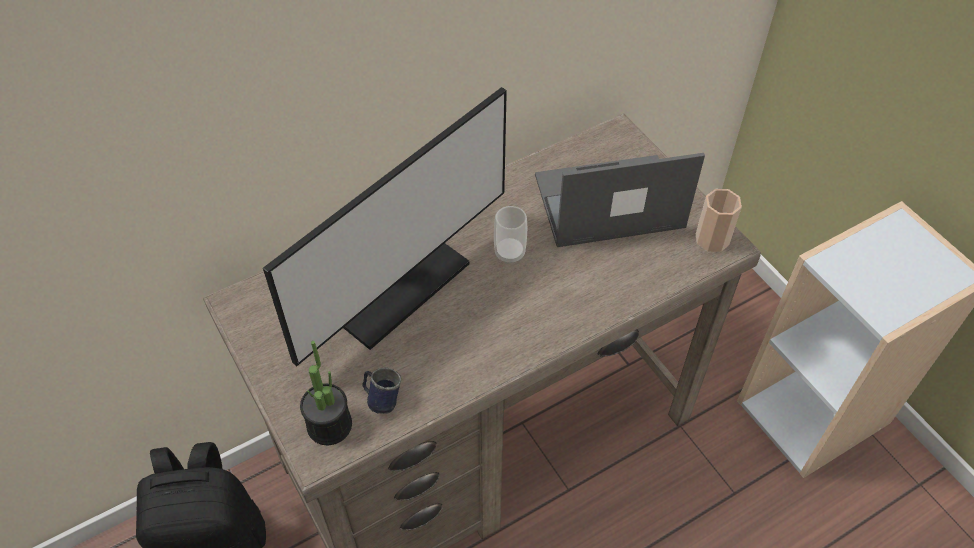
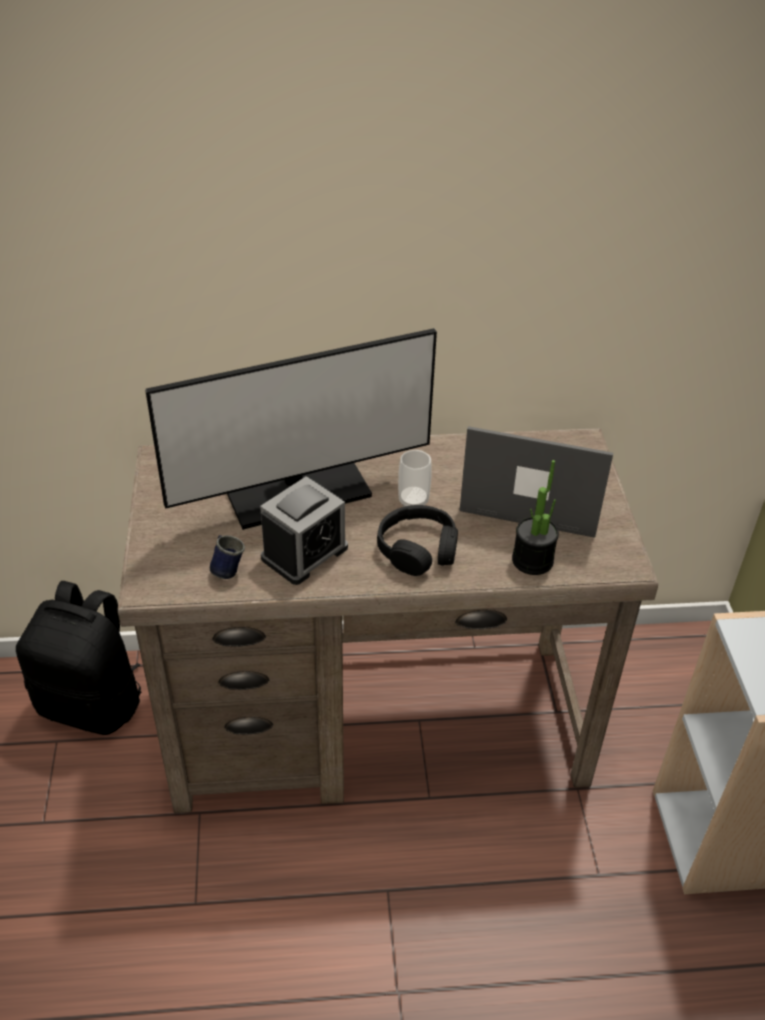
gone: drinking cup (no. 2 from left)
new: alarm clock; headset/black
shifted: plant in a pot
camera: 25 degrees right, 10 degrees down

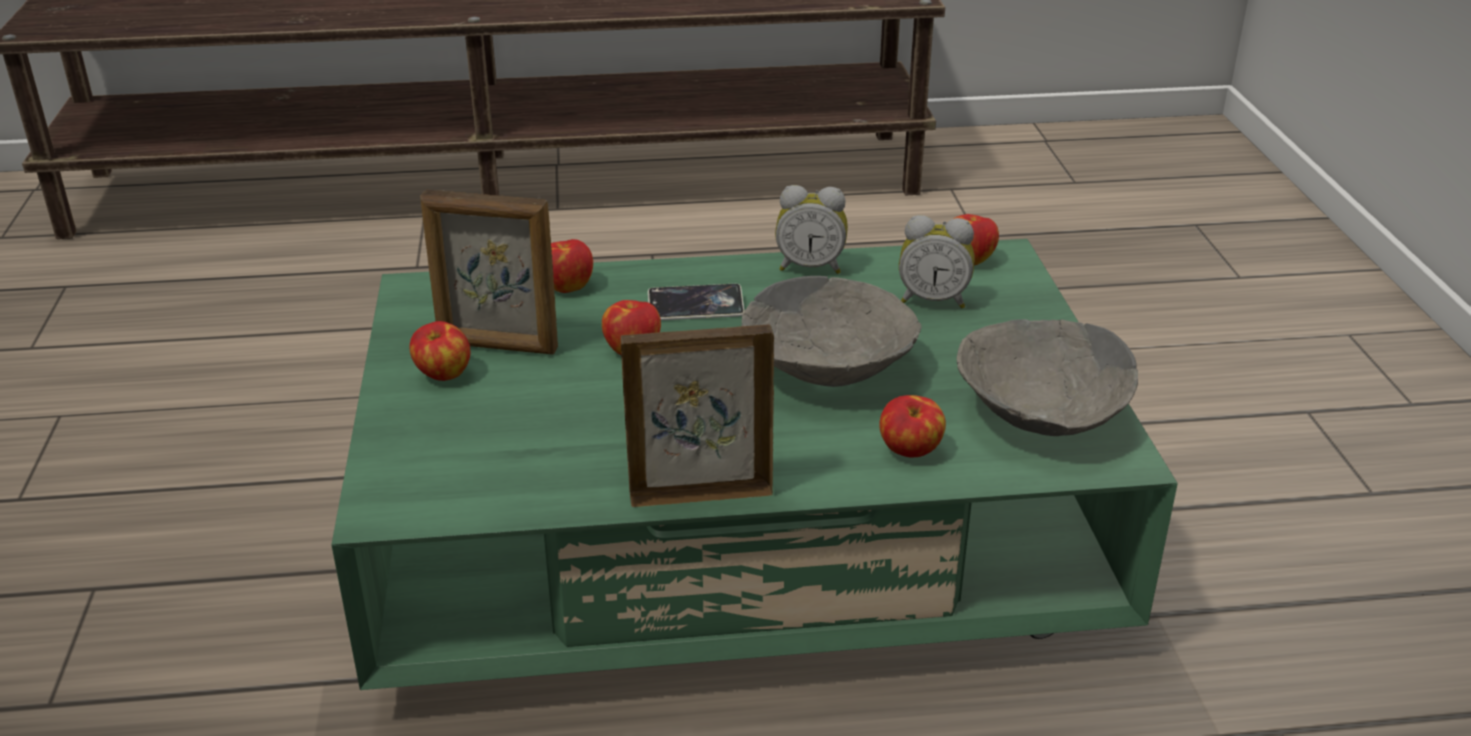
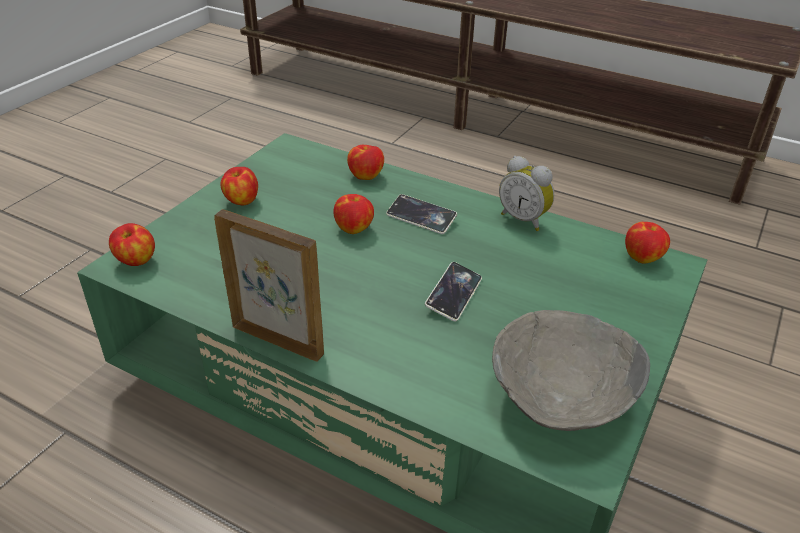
gone: photo frame (no. 1 from left); alarm clock (no. 2 from left)
shifted: whole apple (no. 4 from left in the first image) to whole apple (no. 1 from left)
swapped: bowl/grey (no. 1 from left) to telephone (no. 2 from left)
camera: 35 degrees right, 5 degrees up

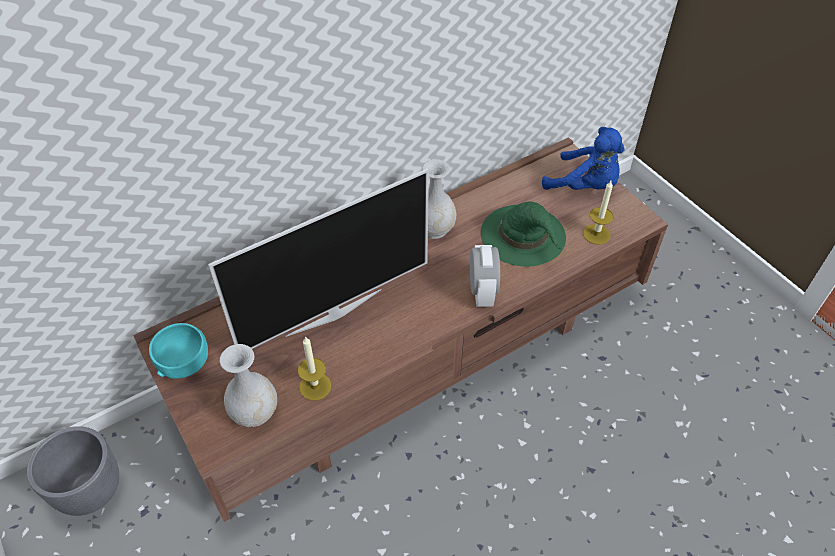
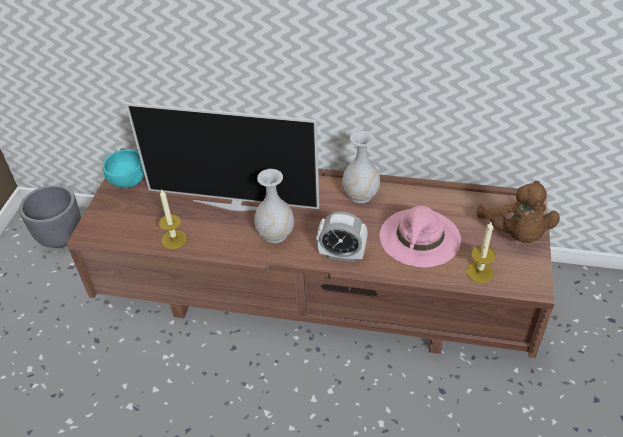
shifted: flower vase/white-coloured (no. 1 from left)
repainted: wearable hat/green to wearable hat/pinkish; cuddly toy/blue-coloured to cuddly toy/brown-coloured
rotated: alarm clock 60 degrees clockwise
camera: 45 degrees right, 5 degrees down

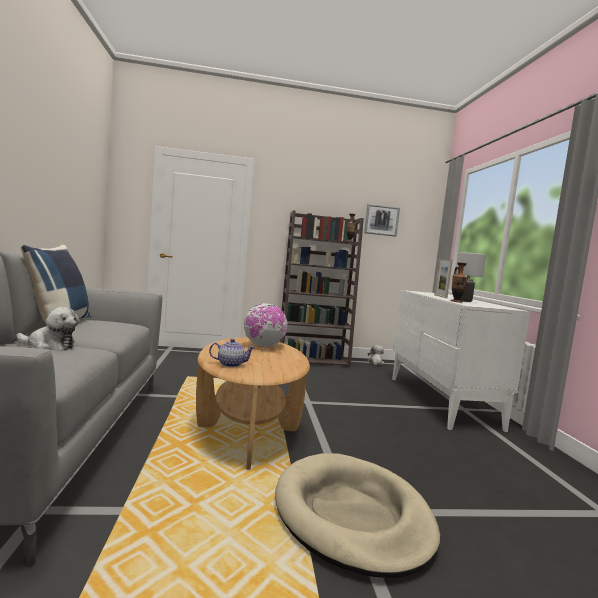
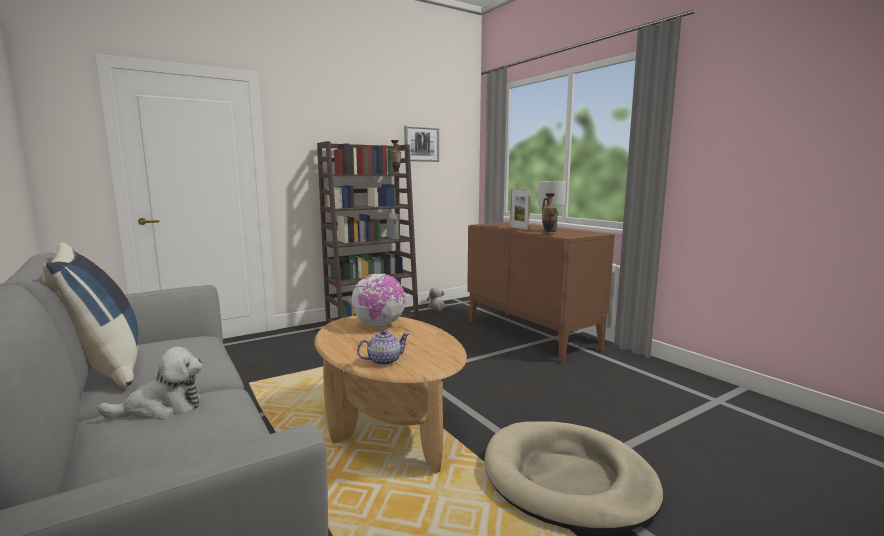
repainted: cupboard/white-coloured to cupboard/brown-coloured
camera: 25 degrees left, 5 degrees up

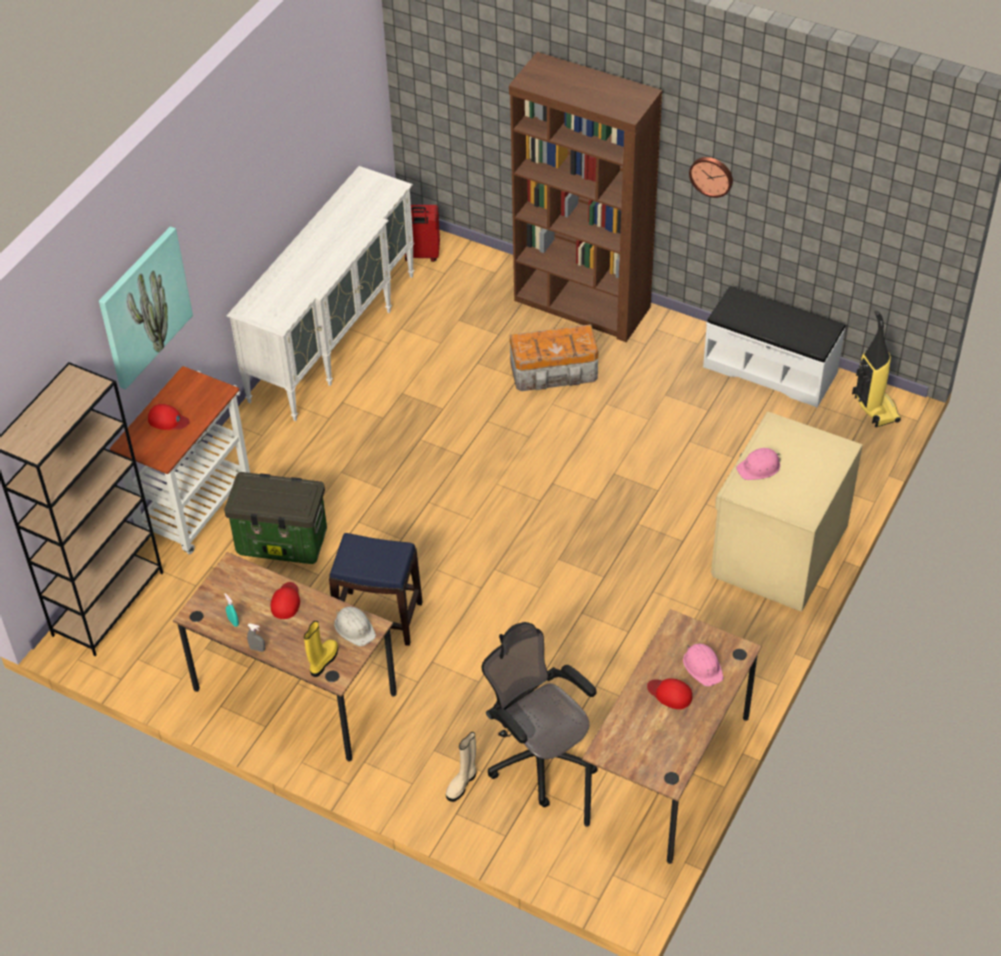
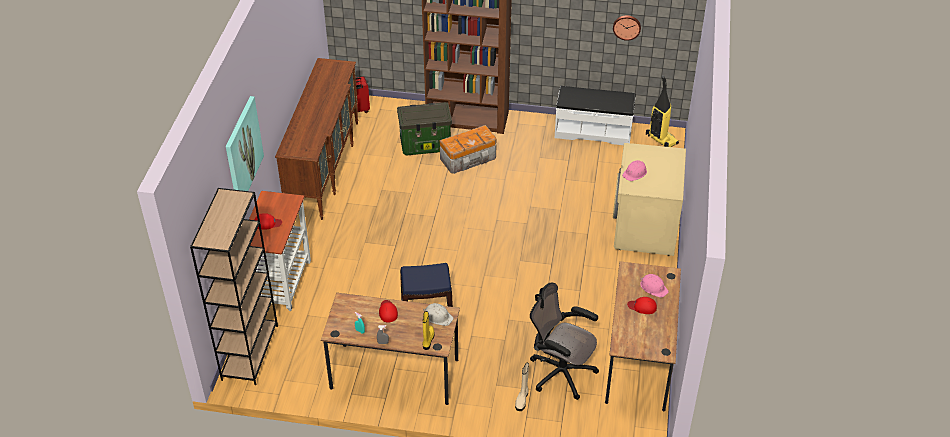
shifted: storage box (no. 1 from left); hanging clock
repainted: cupboard/white-coloured to cupboard/brown-coloured
camera: 20 degrees left, 5 degrees down

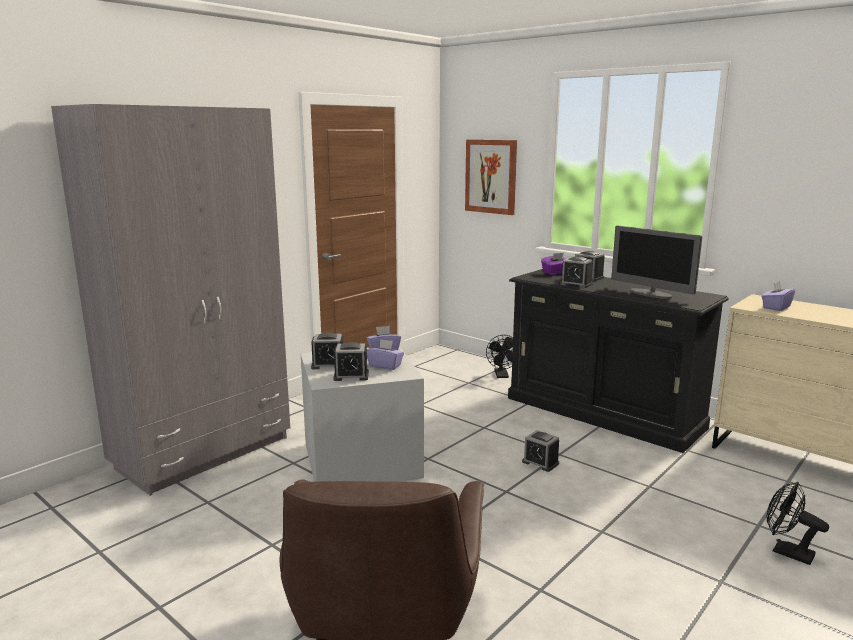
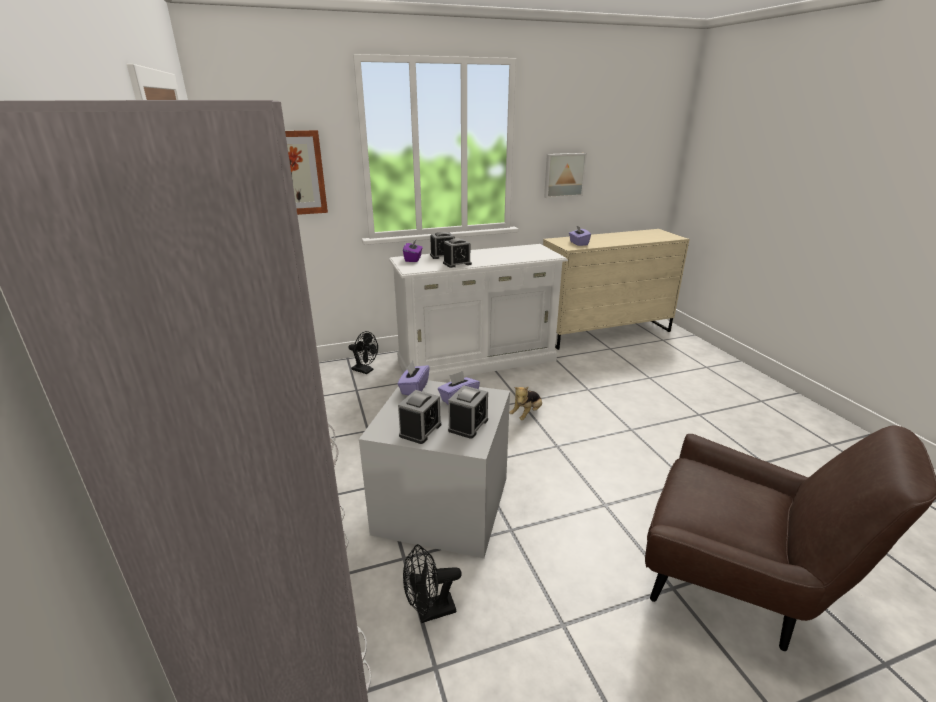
gone: computer display
new: picture (no. 2 from left)
shifted: fan/black (no. 2 from left)
swapped: alarm clock (no. 3 from left) to cuddly toy
repainted: cupboard/black to cupboard/white-coloured
camera: 60 degrees left, 10 degrees up

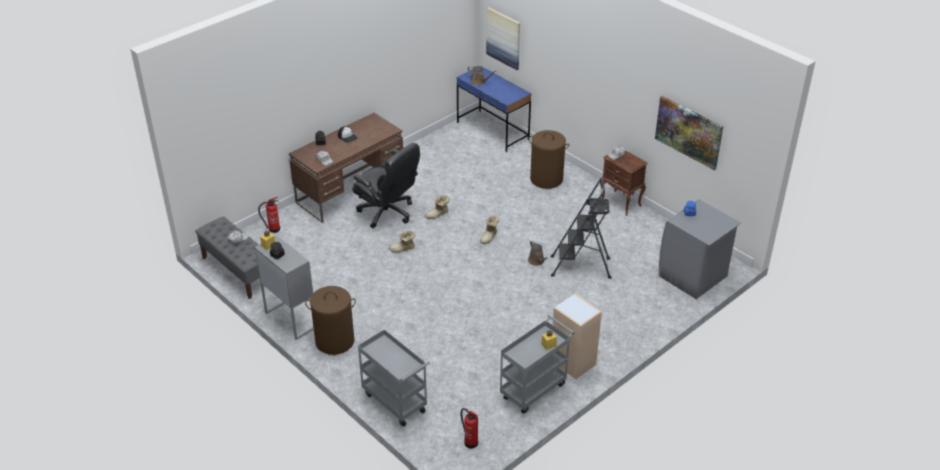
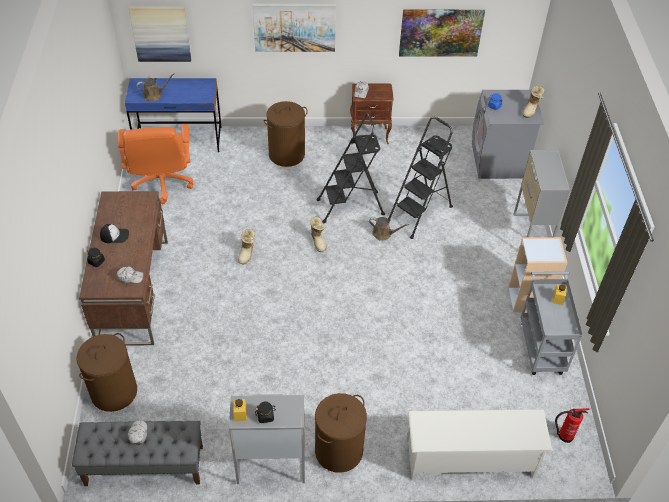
gone: office chair/black
new: office chair/orange-coloured; picture (no. 2 from left); step ladder (no. 1 from left); cupboard/grey (no. 2 from left)
shifted: boot (no. 1 from left in the first image) to boot (no. 3 from left)
swapped: extinguisher (no. 1 from left) to laundry basket/brown-coloured (no. 1 from left); trolley/grey (no. 1 from left) to shoe stand/white-coloured
camera: 50 degrees left, 10 degrees up

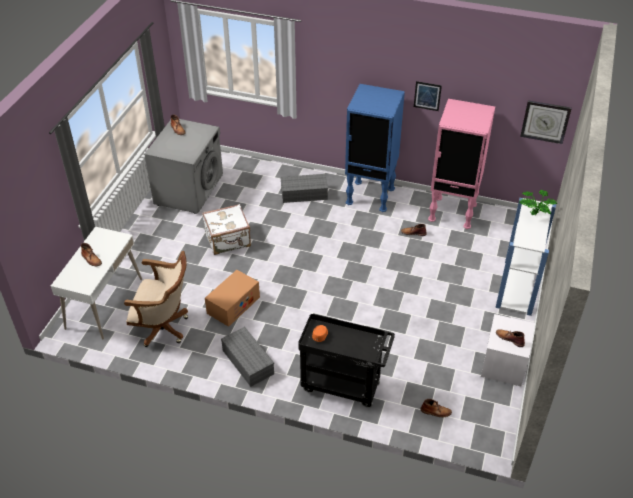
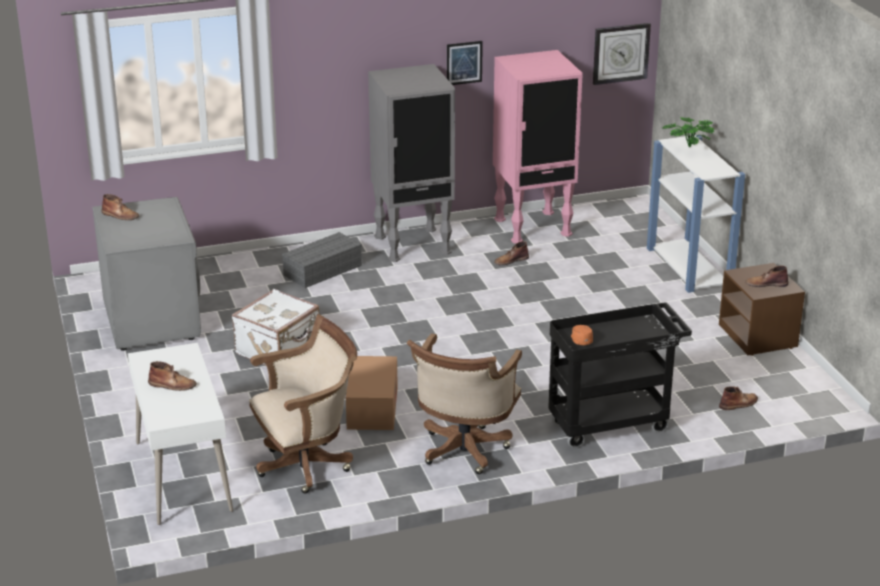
swapped: storage box/grey (no. 1 from left) to office chair (no. 2 from left)
repainted: cupboard/blue-coloured to cupboard/grey; nightstand/white-coloured to nightstand/brown-coloured
camera: 35 degrees left, 15 degrees down

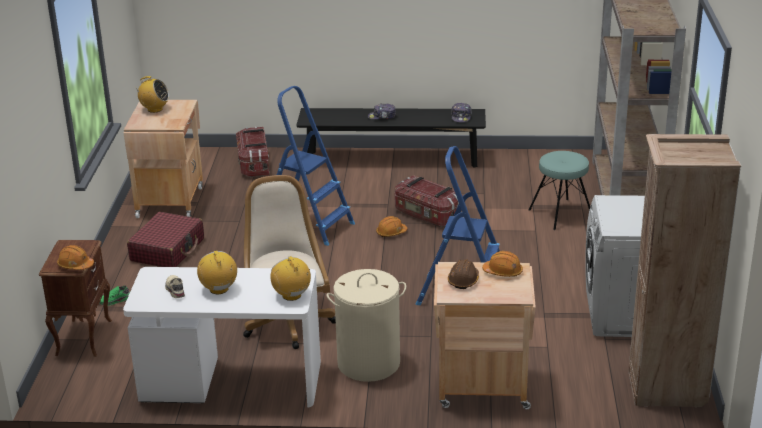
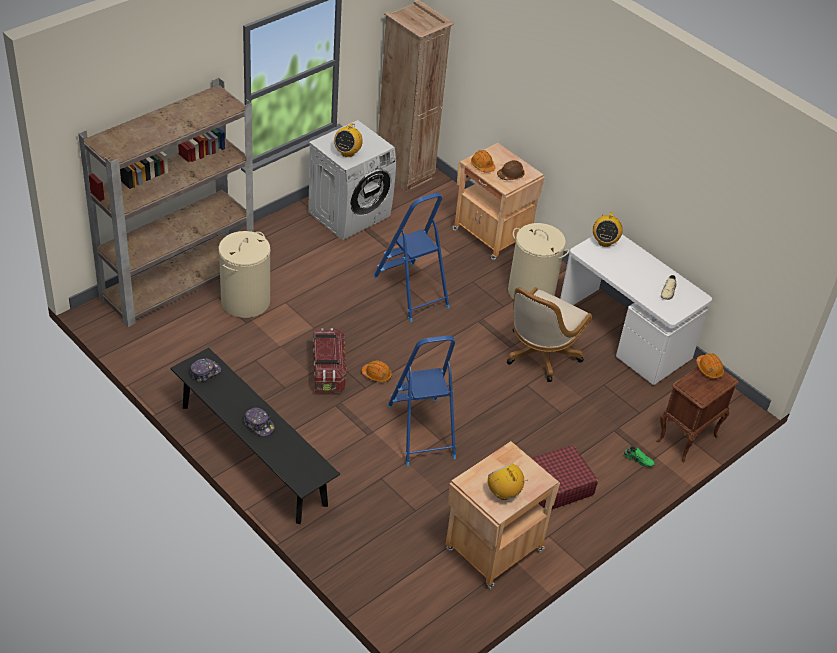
gone: storage box (no. 1 from left)
shifted: radio (no. 2 from left in the first image) to radio (no. 1 from left)
swapped: stool/turquoise to laundry basket/beige-coloured (no. 1 from left)
camera: 140 degrees left, 15 degrees up

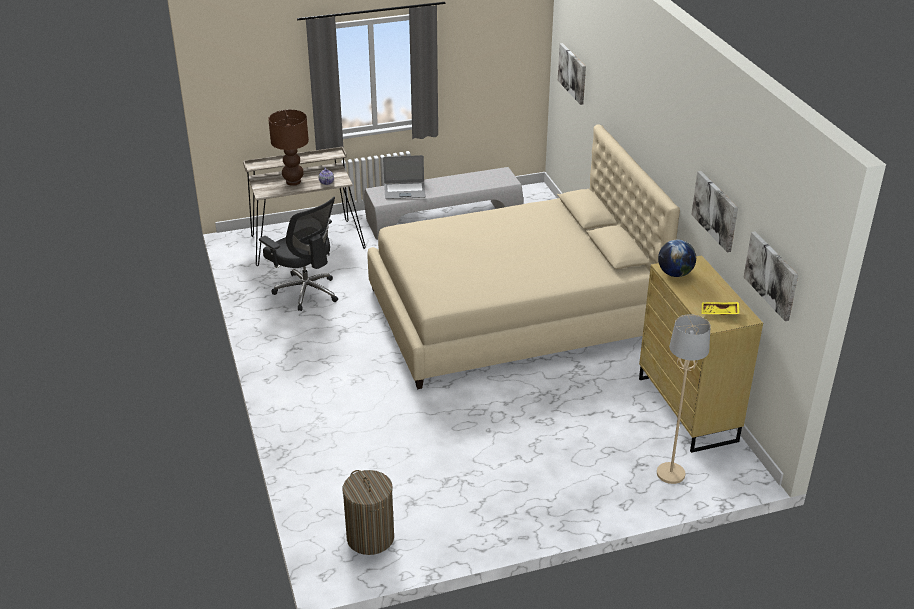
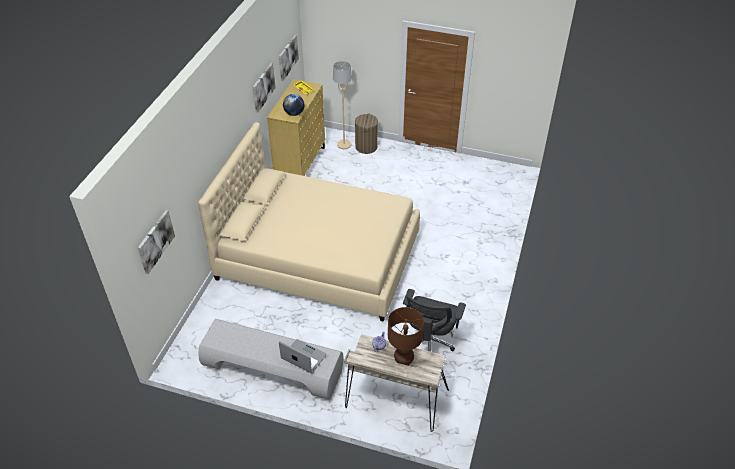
shifted: laundry basket
rotated: office chair 150 degrees counterclockwise
camera: 145 degrees left, 10 degrees up

